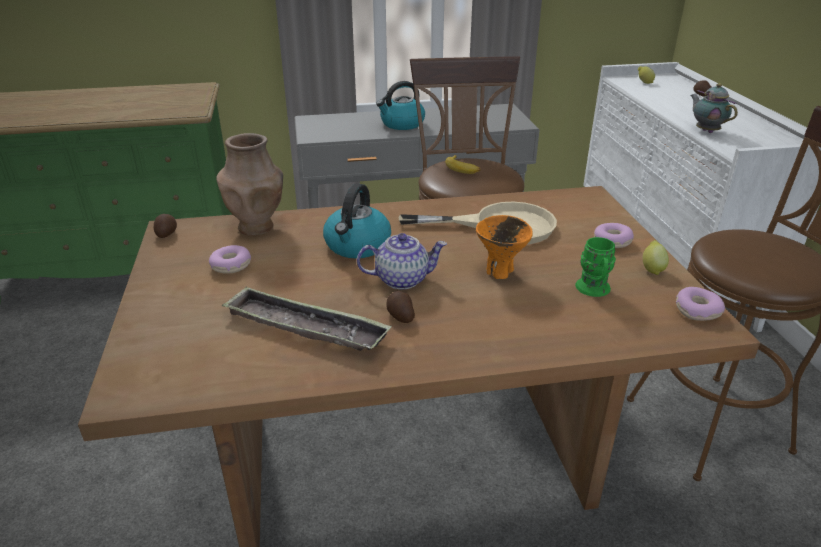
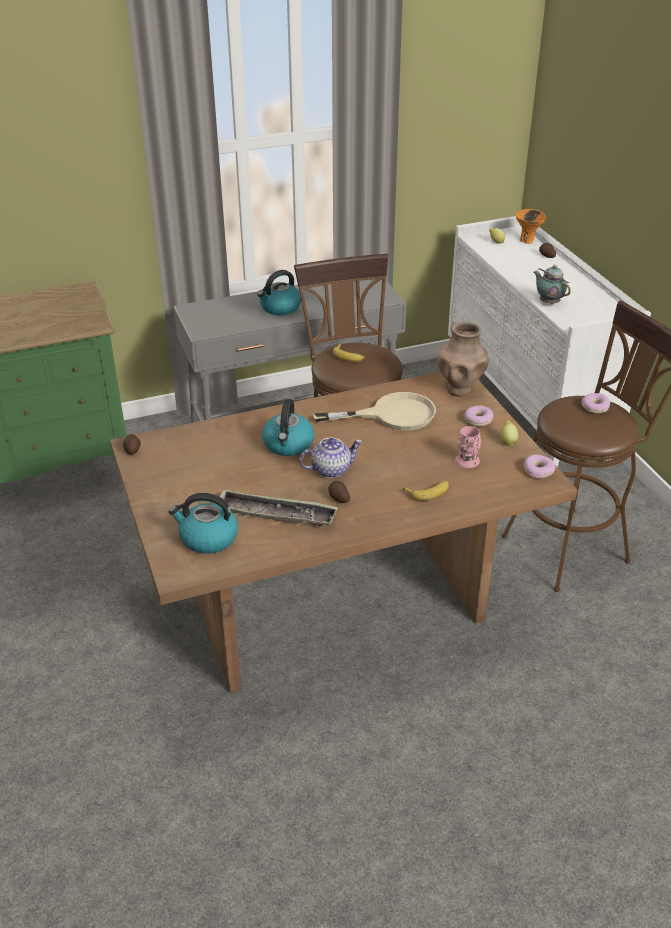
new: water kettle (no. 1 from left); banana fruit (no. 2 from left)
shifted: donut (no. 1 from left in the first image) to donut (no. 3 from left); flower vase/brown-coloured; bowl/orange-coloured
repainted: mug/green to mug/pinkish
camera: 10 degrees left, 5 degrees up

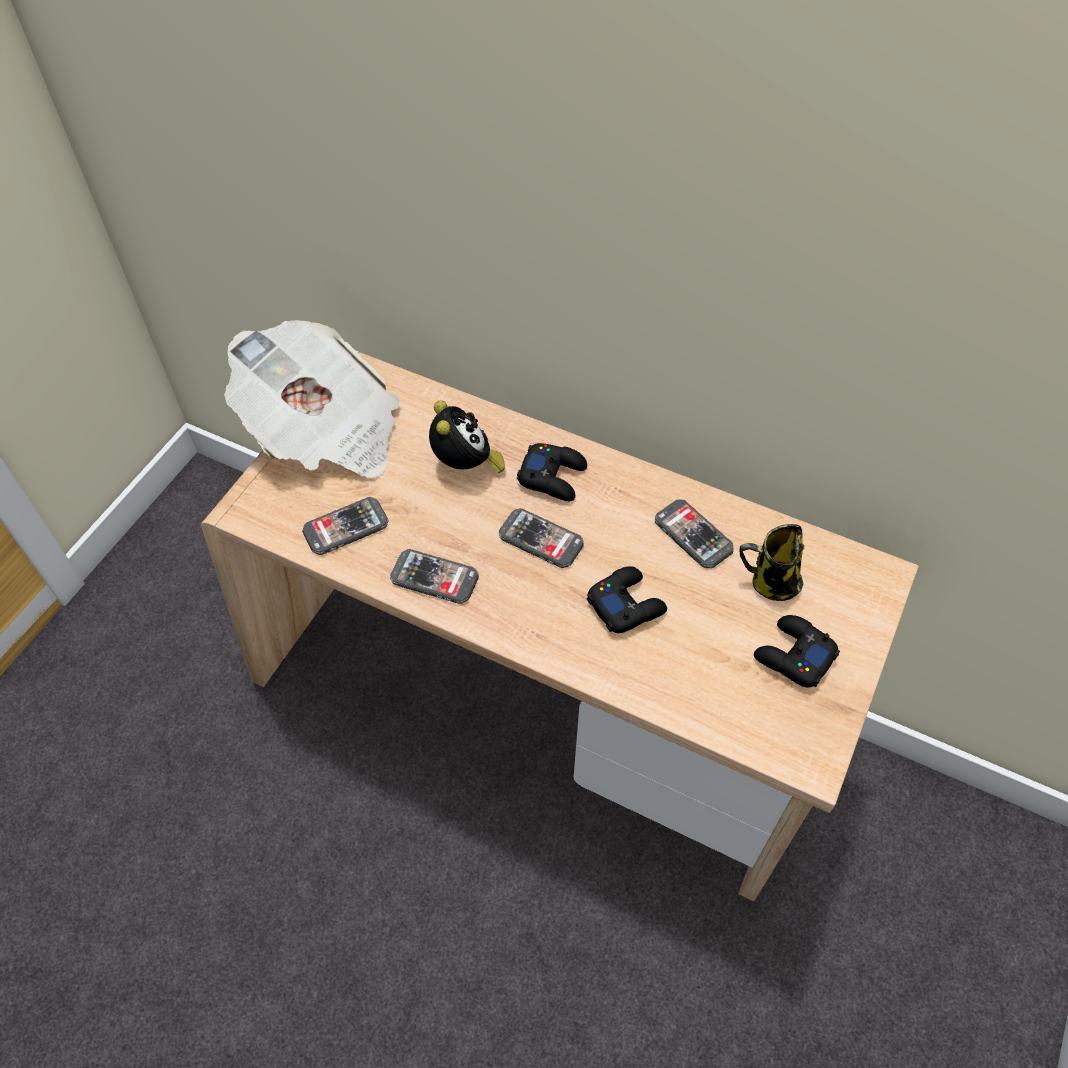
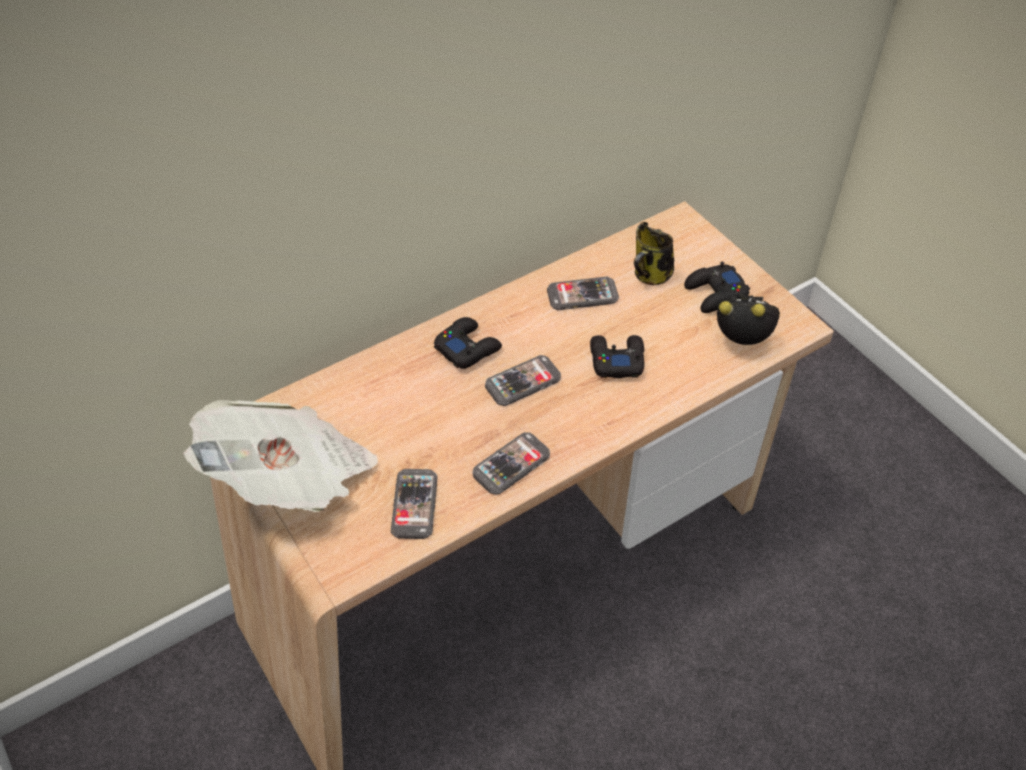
shifted: alarm clock
camera: 60 degrees left, 5 degrees down

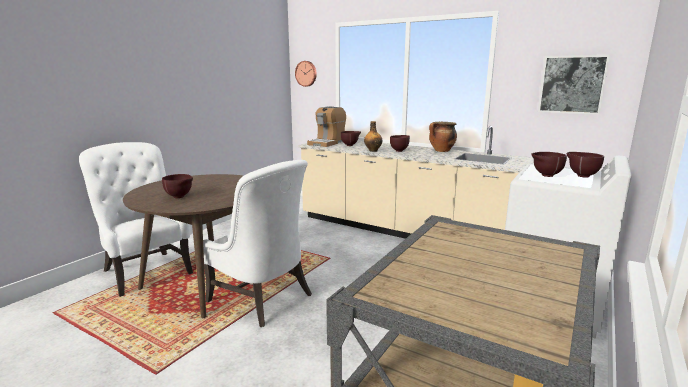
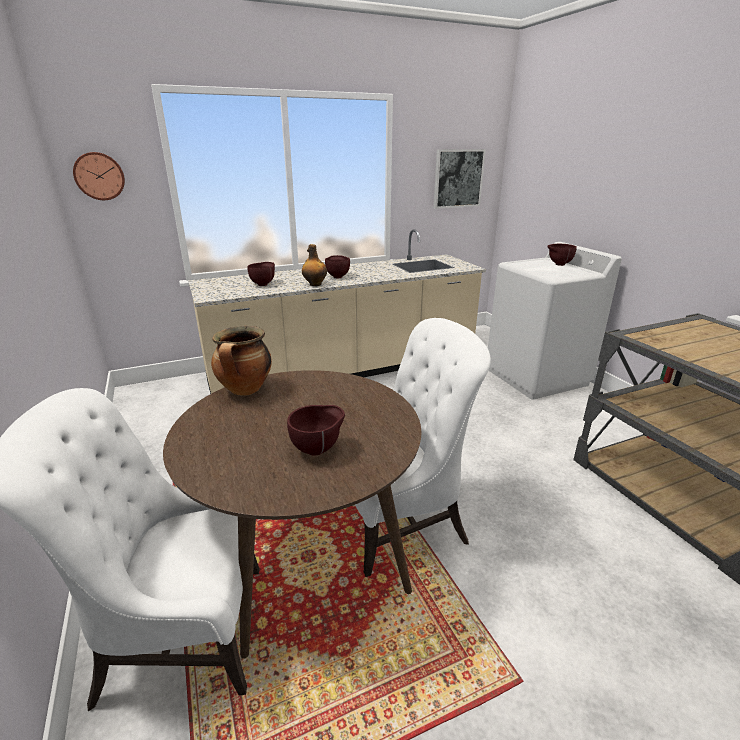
gone: coffee machine; bowl/brown-coloured (no. 4 from left)
shifted: saucepot
camera: 55 degrees left, 10 degrees up

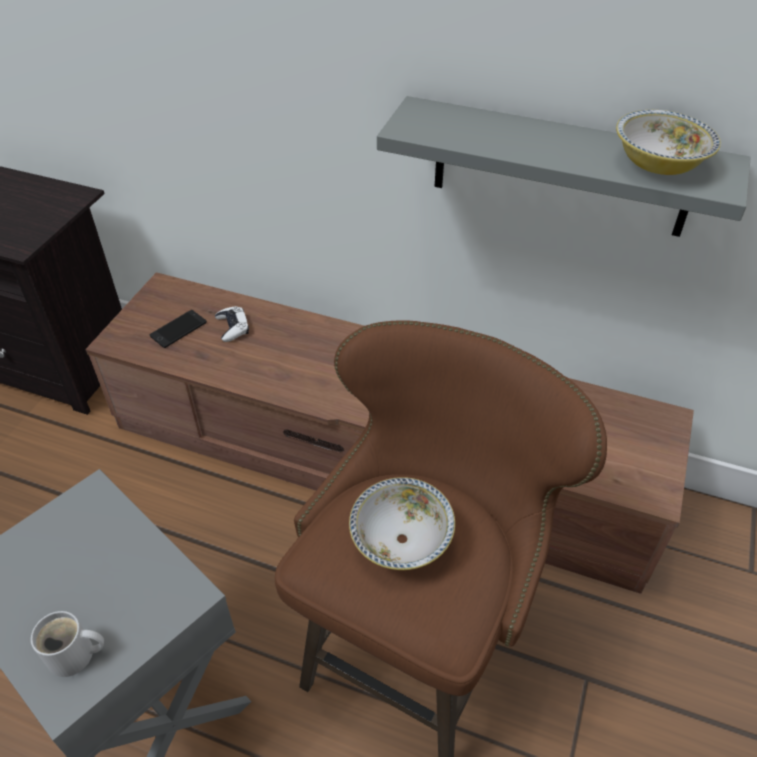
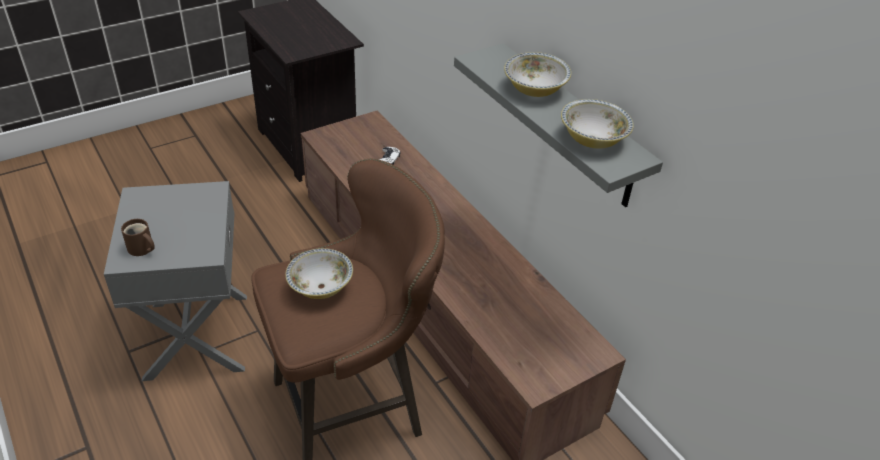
gone: telephone
new: bowl (no. 2 from left)
repainted: mug/white-coloured to mug/brown-coloured
camera: 35 degrees right, 5 degrees down

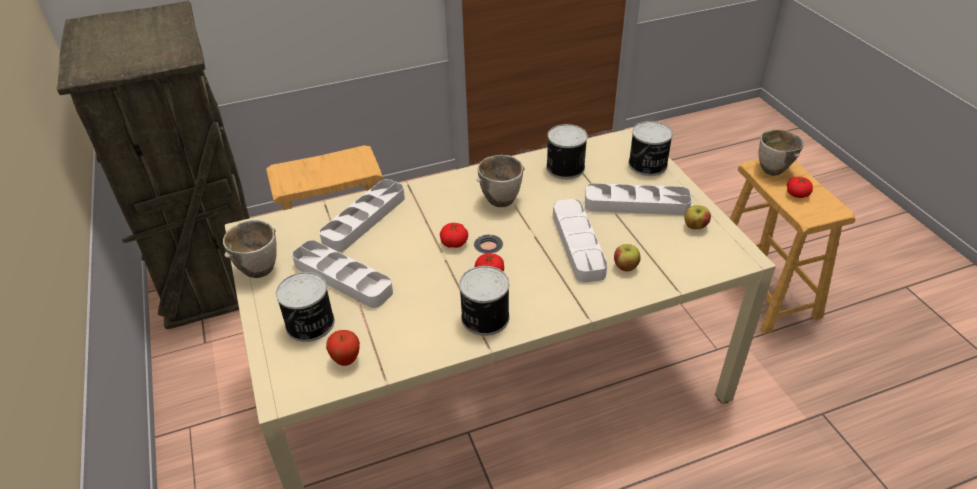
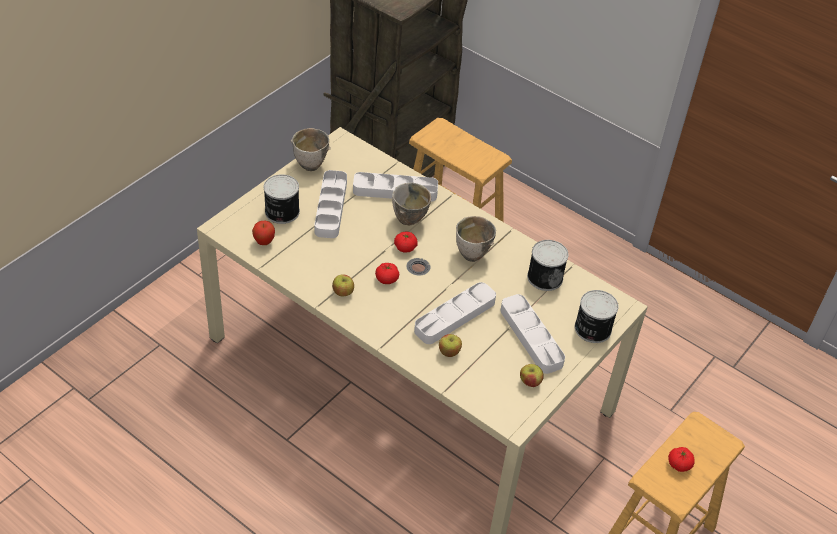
shifted: bowl (no. 3 from left in the first image) to bowl (no. 2 from left)
swapped: sealed can (no. 2 from left) to whole apple (no. 2 from left)
camera: 55 degrees right, 5 degrees up

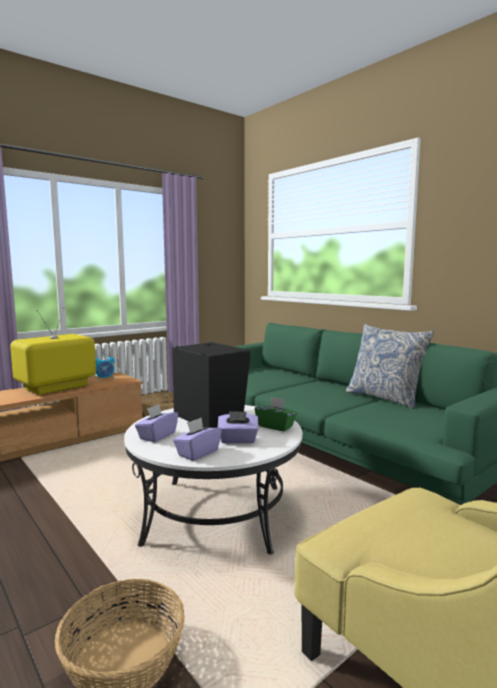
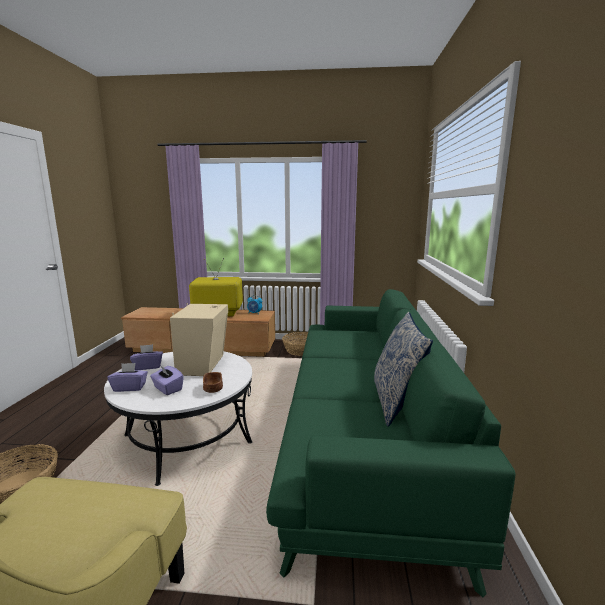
swapped: tissue box/green to bowl/brown-coloured
repainted: speaker/black to speaker/beige-coloured
camera: 45 degrees right, 5 degrees up

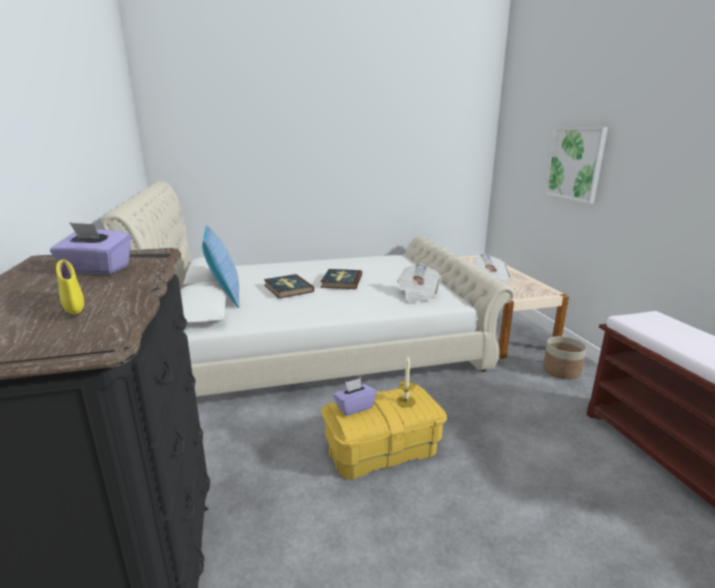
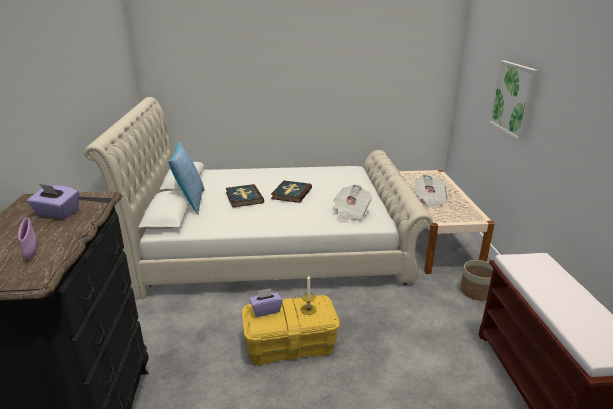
repainted: bowl/yellowish to bowl/purple
camera: 10 degrees right, 5 degrees up

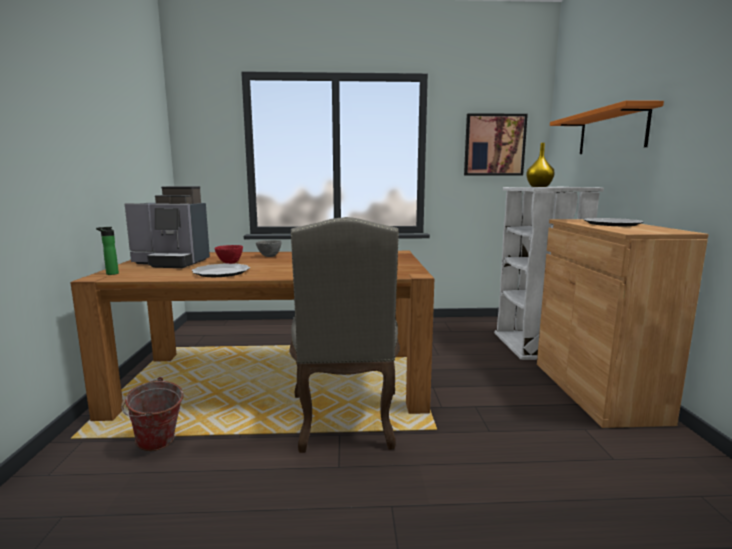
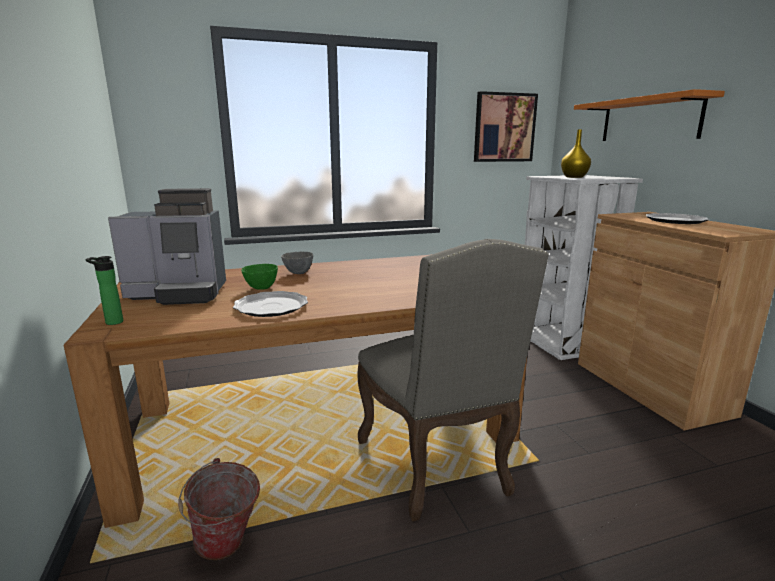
repainted: bowl/red to bowl/green
camera: 15 degrees left, 5 degrees up

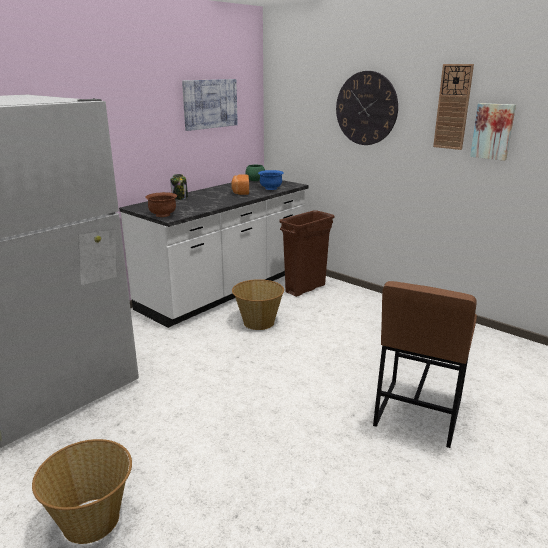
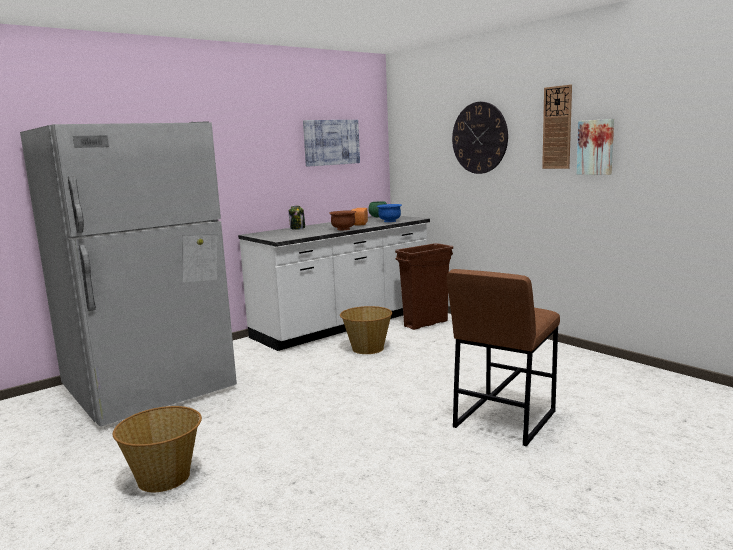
shifted: bowl/brown-coloured
camera: 10 degrees right, 10 degrees down

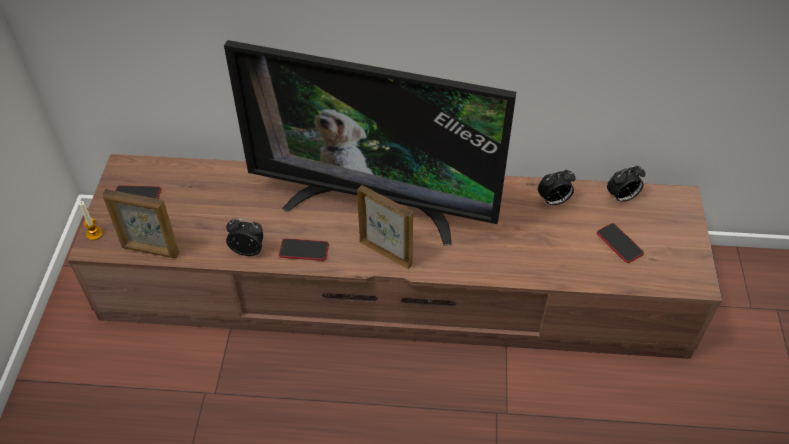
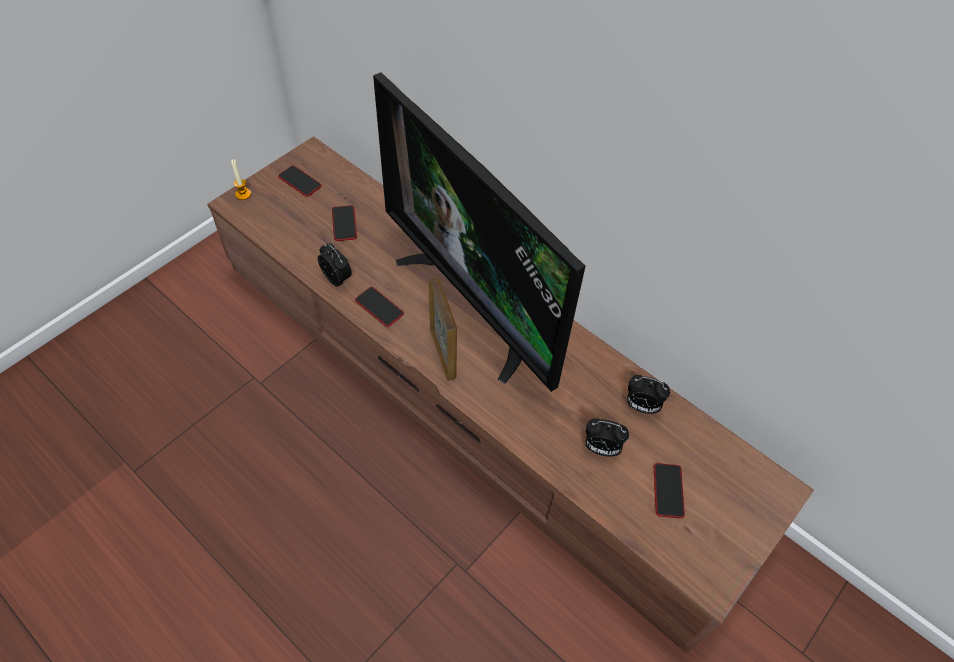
gone: photo frame (no. 1 from left)
new: telephone (no. 2 from left)
shifted: alarm clock (no. 3 from left in the first image) to alarm clock (no. 2 from left)
camera: 35 degrees right, 5 degrees up

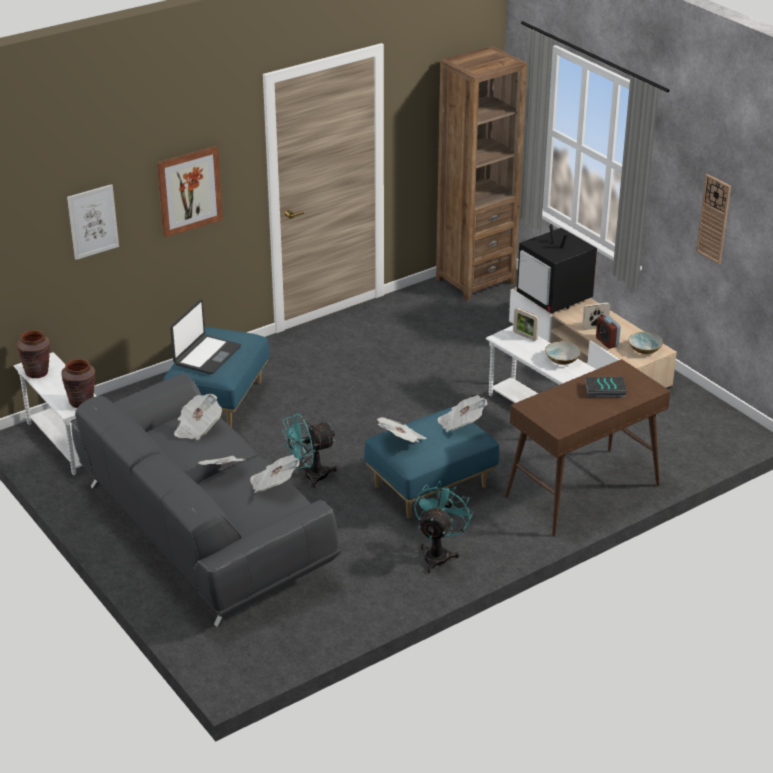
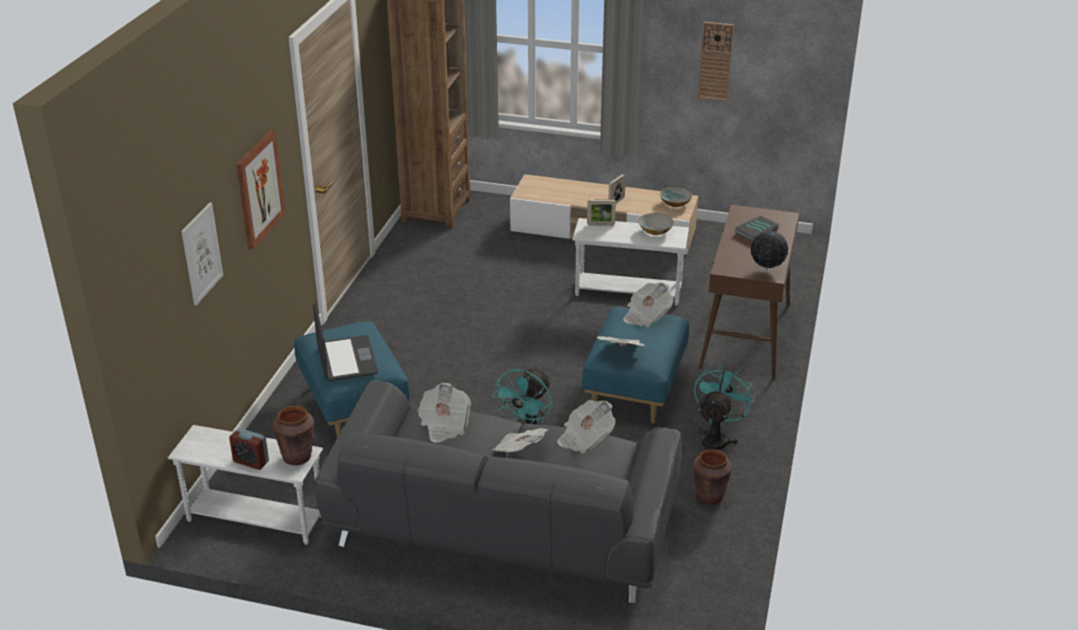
gone: TV set
new: world globe
shifted: flower vase/brown-coloured (no. 1 from left in the first image) to flower vase/brown-coloured (no. 2 from left); alarm clock
rotated: fan/turquoise (no. 2 from left) 45 degrees clockwise
camera: 40 degrees left, 0 degrees up

